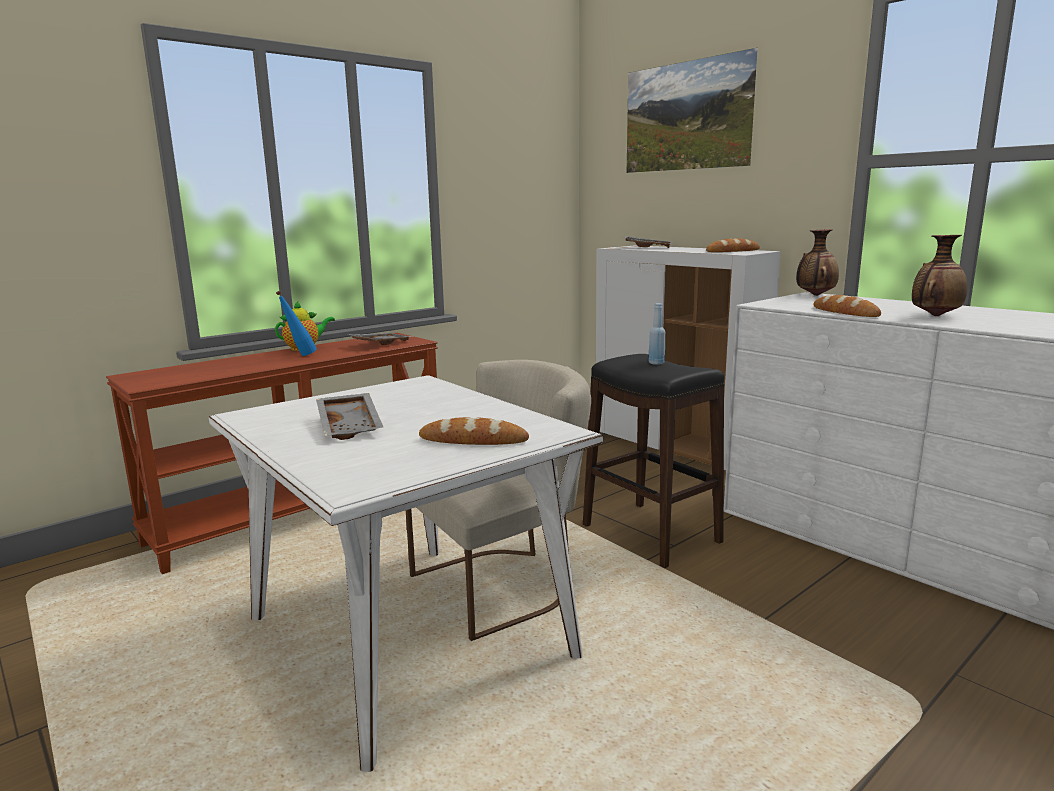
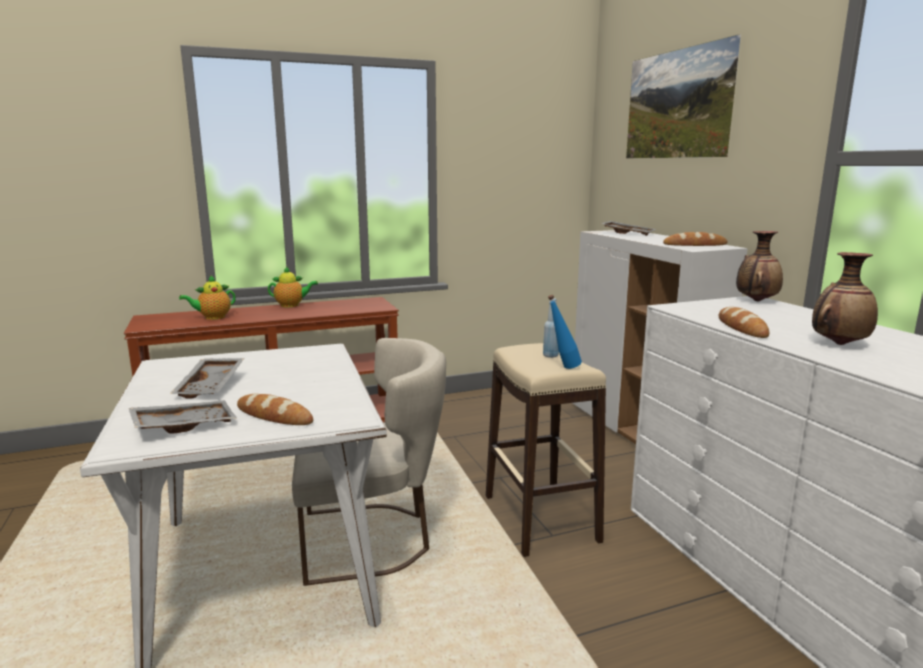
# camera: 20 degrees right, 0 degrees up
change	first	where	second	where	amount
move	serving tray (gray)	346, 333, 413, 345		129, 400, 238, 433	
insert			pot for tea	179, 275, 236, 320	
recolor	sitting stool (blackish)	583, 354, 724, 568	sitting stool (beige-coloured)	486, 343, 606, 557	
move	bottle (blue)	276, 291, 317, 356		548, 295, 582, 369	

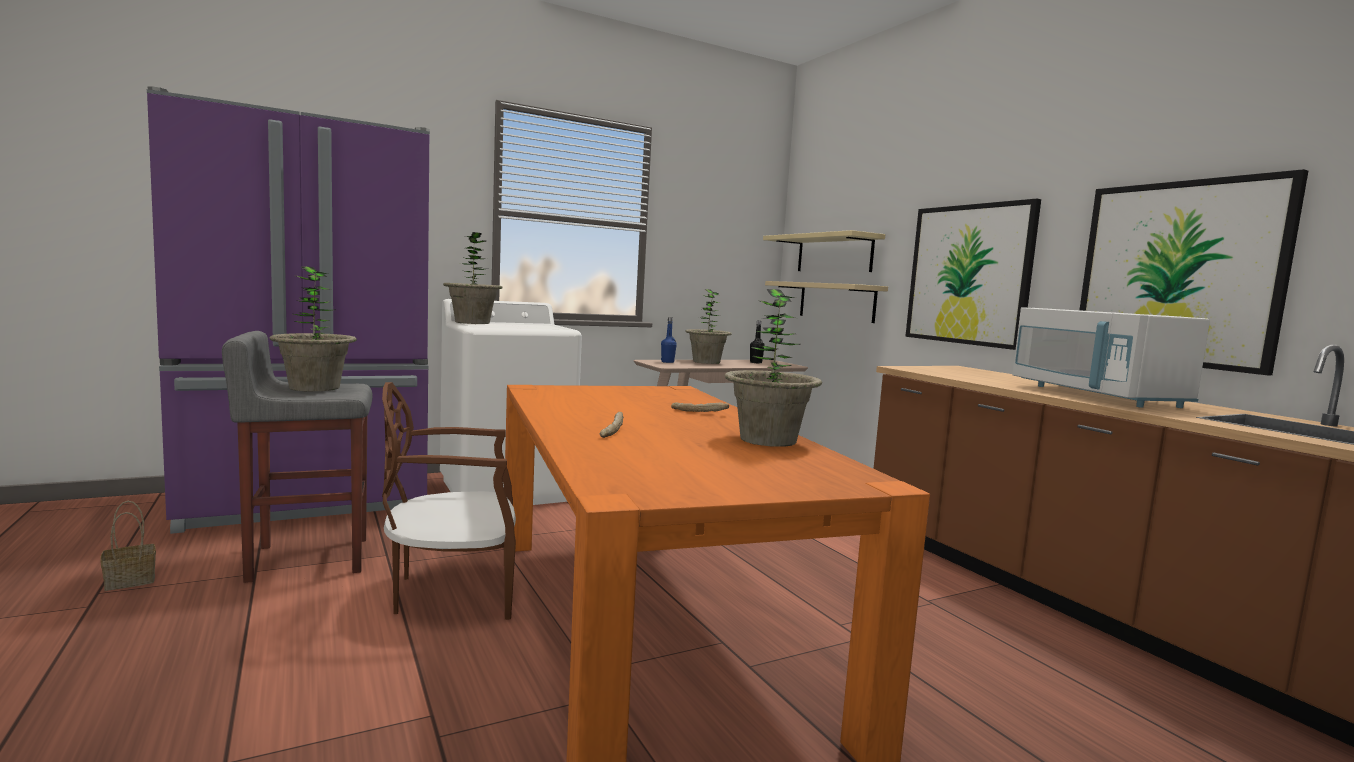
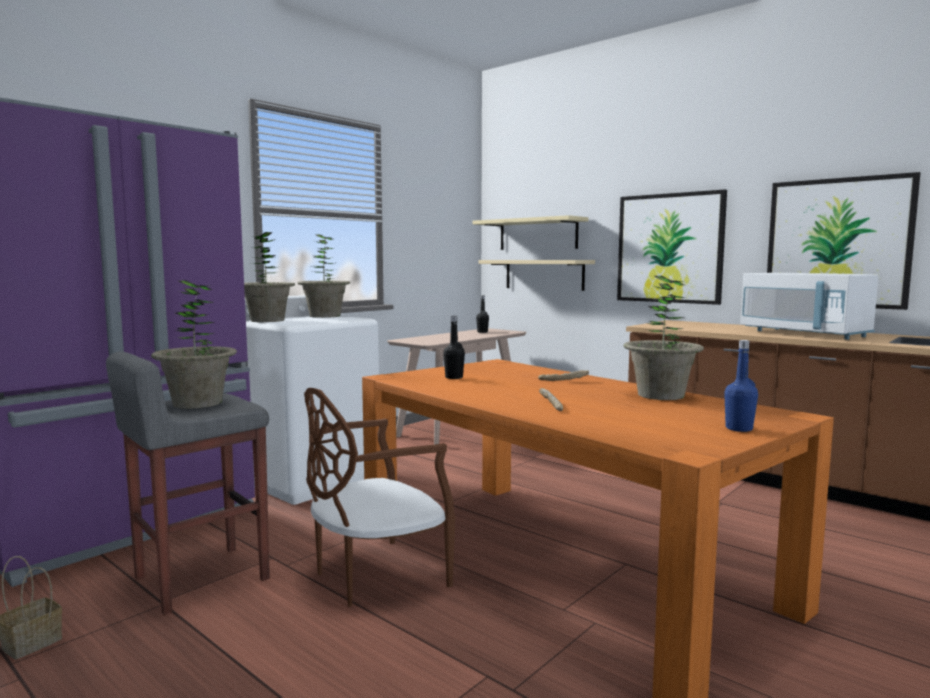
# camera: 20 degrees left, 0 degrees up
change	first	where	second	where	amount
move	plant in a pot	685, 289, 732, 364		297, 235, 350, 318	
insert			bottle (blackish)	443, 316, 465, 379	
move	bottle (blue)	661, 317, 677, 363		724, 340, 758, 432	

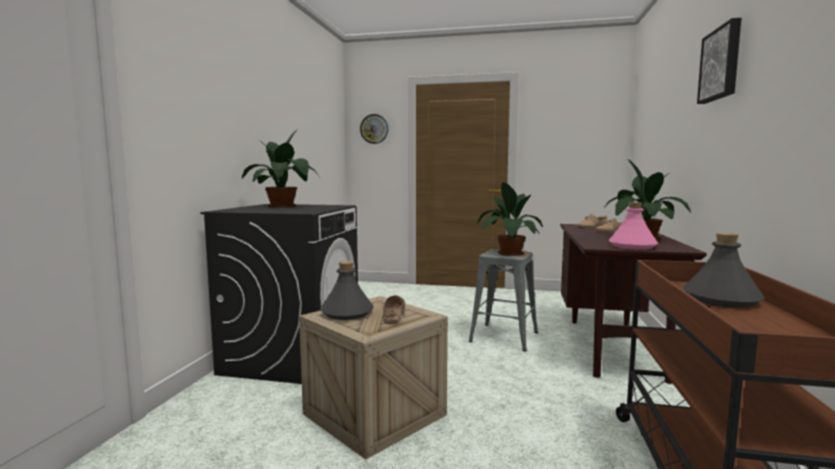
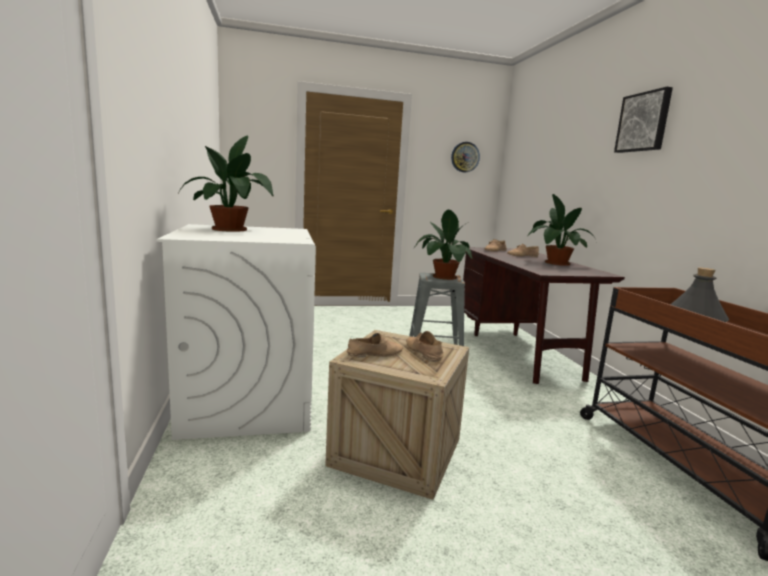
# camera: 25 degrees left, 5 degrees up
change	first	where	second	where	amount
recolor	washing machine (blackish)	200, 204, 358, 384	washing machine (white-coloured)	156, 224, 316, 440	
replace	bottle (gray)	320, 261, 374, 320	low shoe (beige-coloured)	347, 333, 403, 357	
move	wall clock	360, 114, 389, 144		451, 142, 480, 172	
delete	bottle (pinkish)	608, 202, 658, 250			

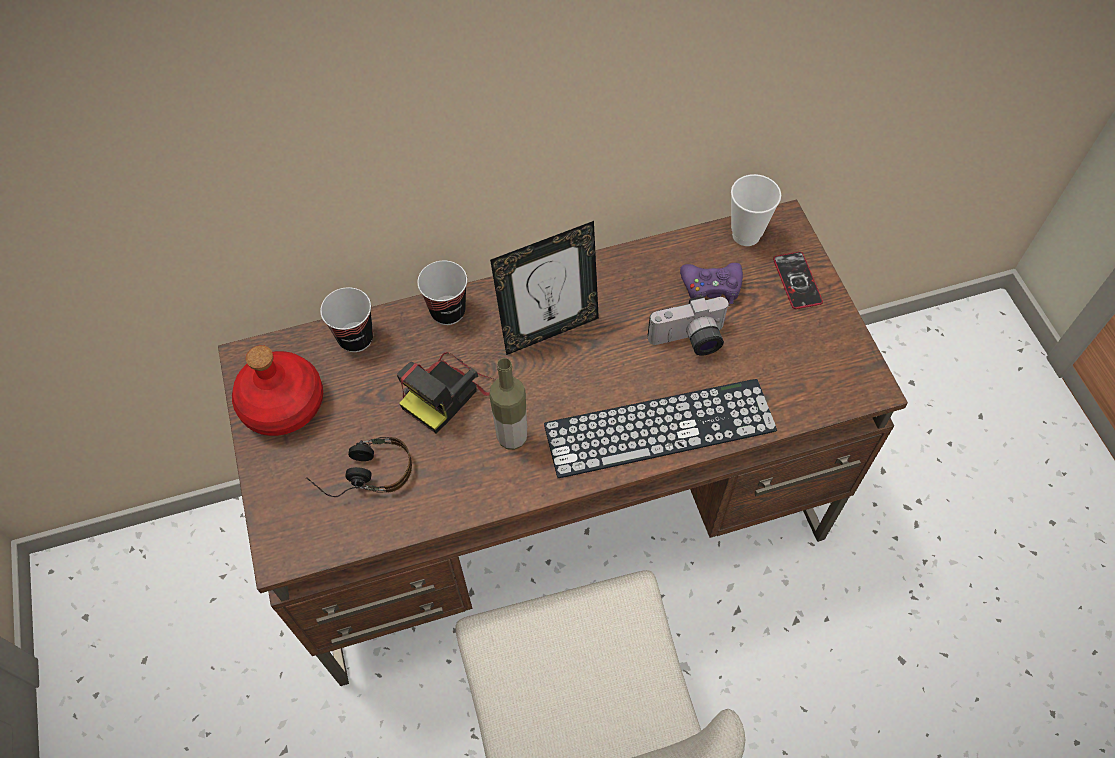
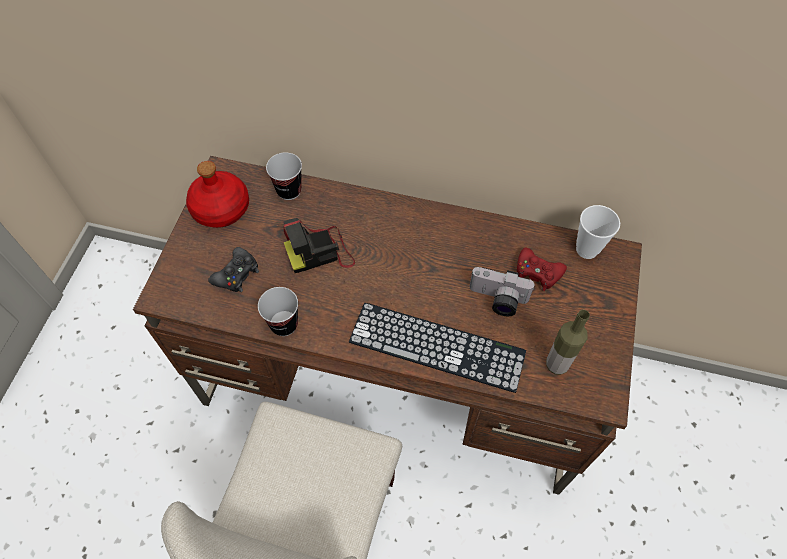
# camera: 30 degrees right, 0 degrees up
change	first	where	second	where	amount
replace	pair of headphones	306, 437, 412, 497	game controller (blackish)	208, 247, 259, 292	
move	small cup	417, 261, 467, 325		258, 287, 298, 336	
recolor	game controller (purplish)	680, 263, 743, 304	game controller (reddish)	517, 247, 567, 291	
move	bottle	489, 358, 527, 450		546, 309, 590, 375	
delete	standing frame	490, 221, 599, 355			
delete	telephone	773, 252, 823, 309			

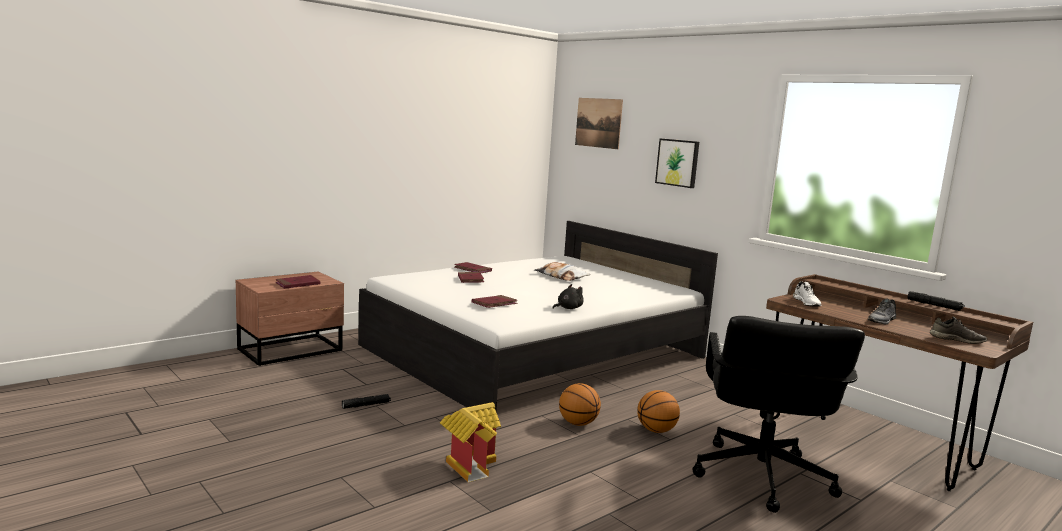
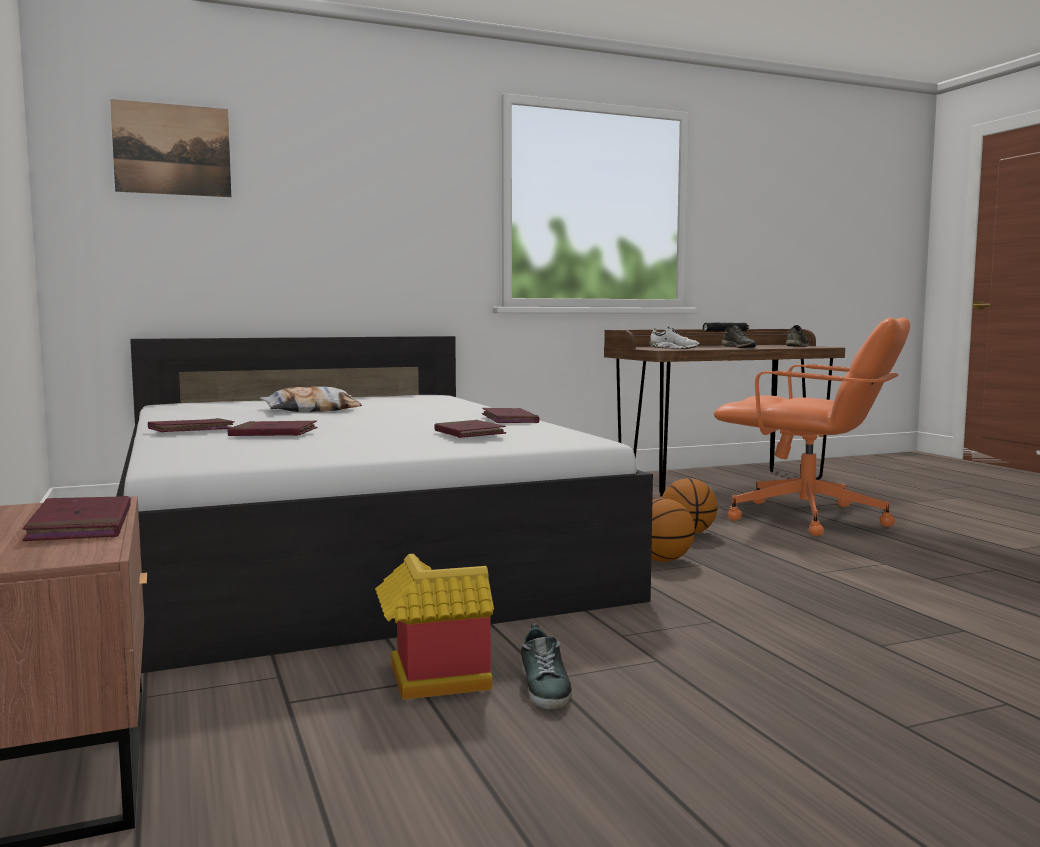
# camera: 70 degrees left, 5 degrees down
change	first	where	second	where	amount
move	model house	440, 402, 501, 482		375, 554, 494, 700	
replace	cuddly toy (blackish)	552, 284, 584, 309	bound book (reddish)	482, 408, 539, 423	
replace	torch (blackish)	342, 394, 391, 409	low shoe	521, 623, 572, 709	
recolor	desk chair (blackish)	693, 316, 865, 513	desk chair (orange)	714, 318, 910, 536	
delete	wall art	655, 138, 699, 188			

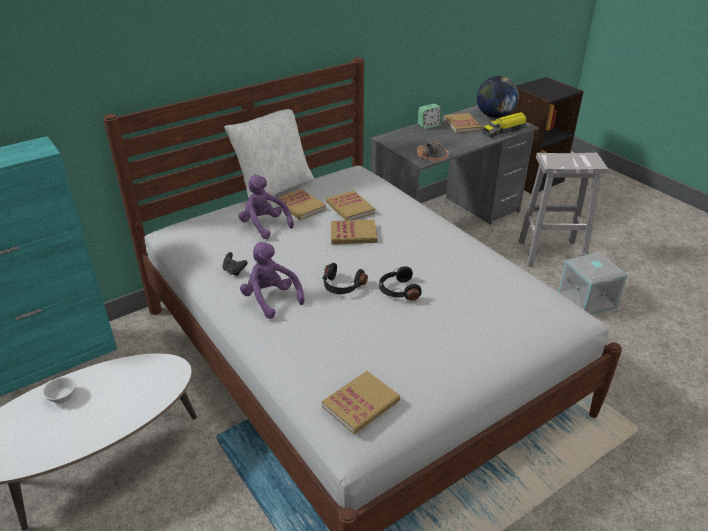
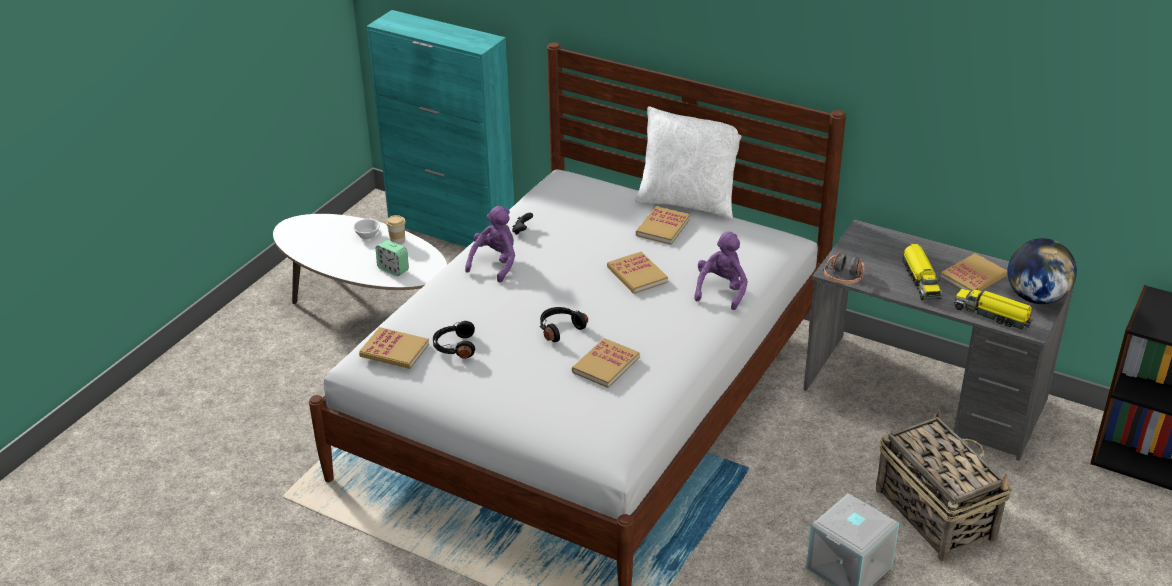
# camera: 65 degrees right, 0 degrees up
change	first	where	second	where	amount
move	alarm clock	418, 104, 442, 129		376, 240, 409, 276	
insert			small cup	386, 215, 406, 245	
move	pair of headphones (blackish)	322, 263, 368, 294		433, 321, 475, 359	
move	bound book	326, 190, 375, 221		572, 338, 640, 388	
move	cuddly toy (purplish)	238, 175, 294, 239		694, 232, 748, 310	
replace	sitting stool (white-coloured)	519, 153, 608, 267	storage basket	876, 410, 1012, 562	
insert			toy truck	902, 244, 942, 300	

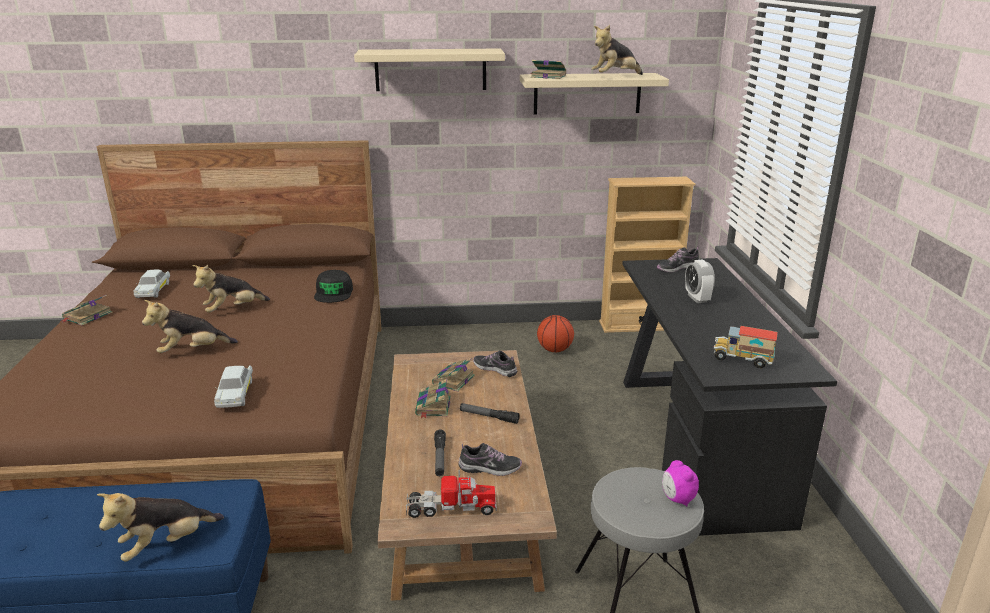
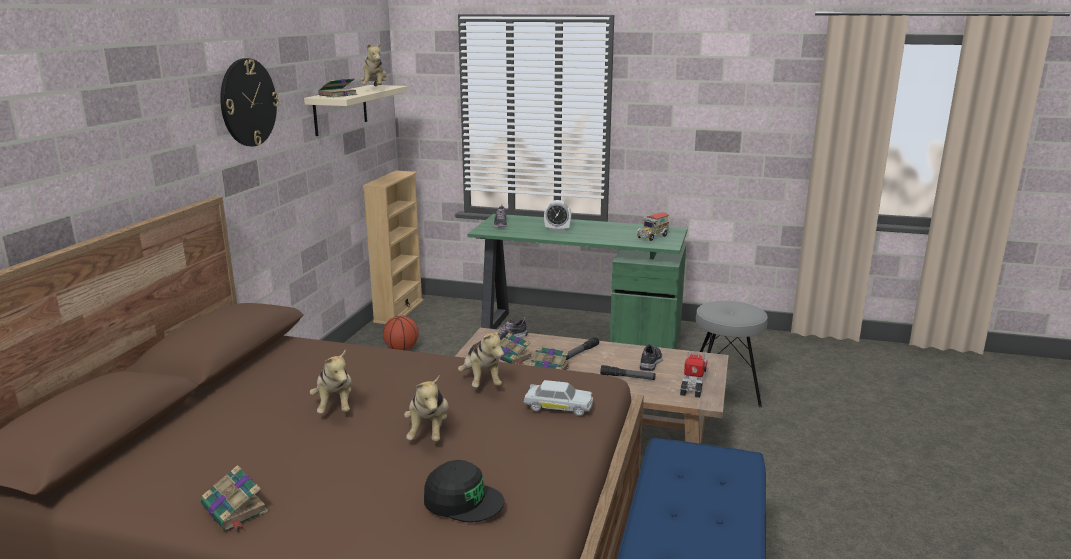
# camera: 70 degrees left, 5 degrees down
change	first	where	second	where	amount
replace	wall shelf (beige-coloured)	354, 49, 505, 91	wall clock	220, 58, 279, 146	
move	baseball cap (blackish)	314, 270, 353, 303		424, 460, 504, 523	
move	cuddly toy	97, 493, 224, 562		458, 326, 504, 388	
recolor	desk unit (blackish)	622, 258, 837, 536	desk unit (greenish)	468, 214, 688, 349	
delete	miniature car (white-coloured)	133, 270, 170, 298			
delete	alarm clock	662, 460, 699, 507			

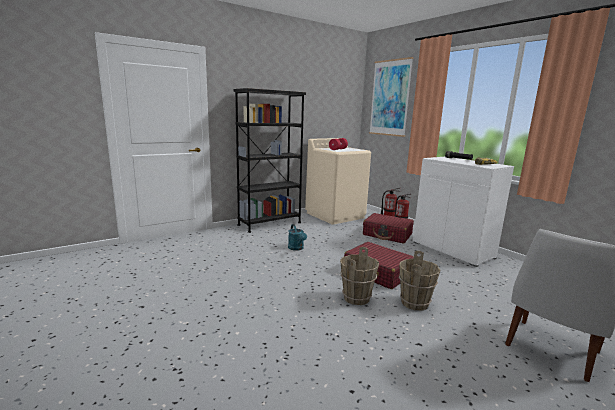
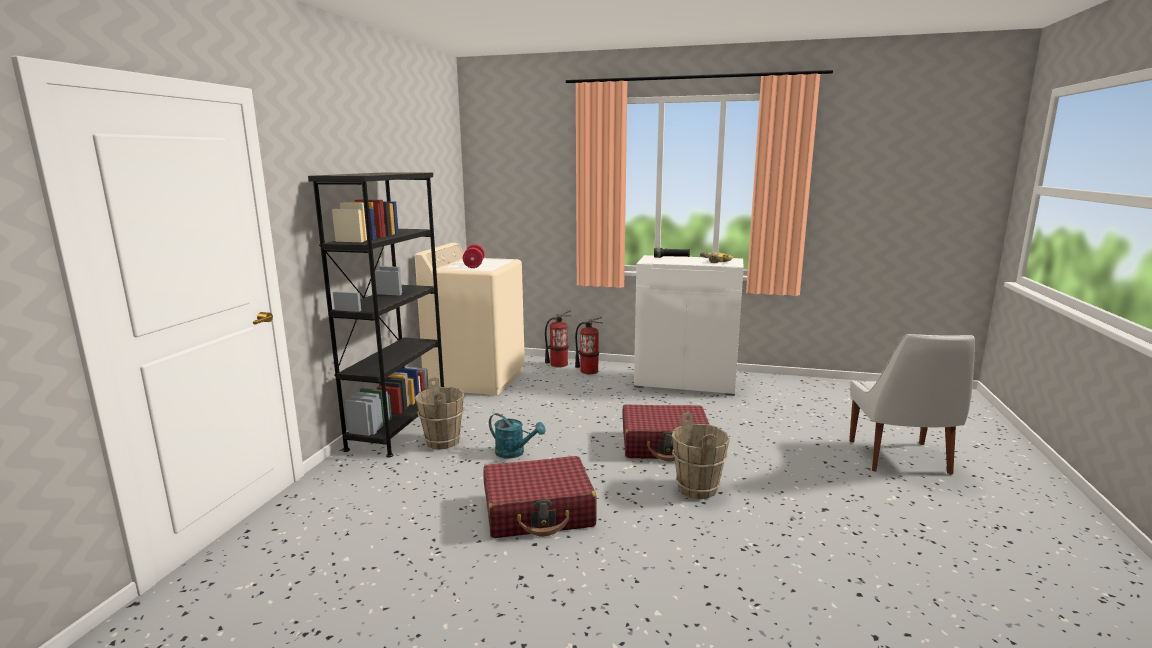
# camera: 40 degrees left, 0 degrees up
change	first	where	second	where	amount
move	bucket (brown)	399, 251, 441, 310		415, 377, 464, 450	
move	travel case (reddish)	363, 213, 414, 244		483, 456, 597, 538	
delete	wall art	369, 57, 413, 137			

